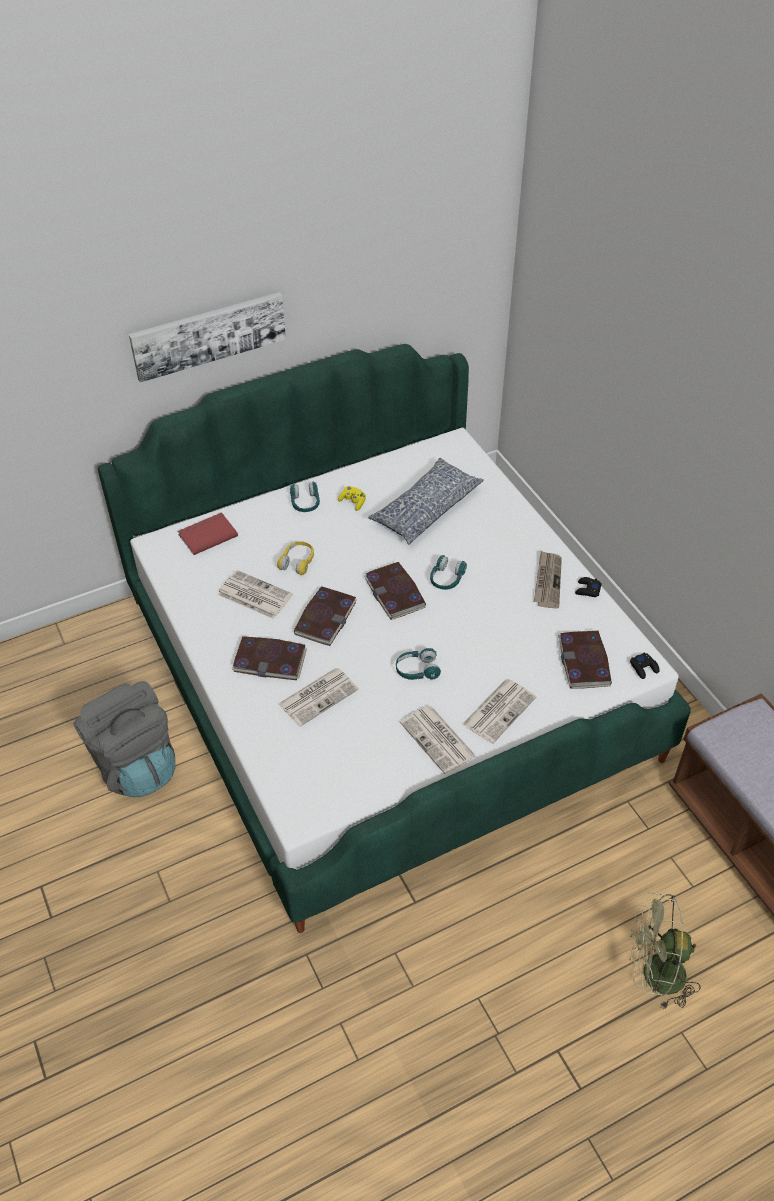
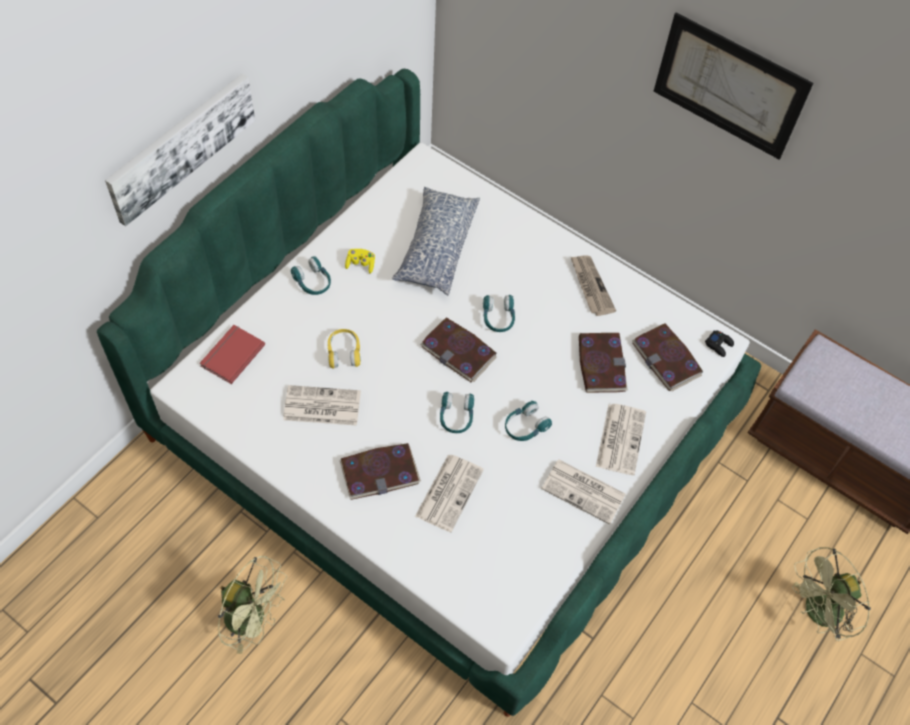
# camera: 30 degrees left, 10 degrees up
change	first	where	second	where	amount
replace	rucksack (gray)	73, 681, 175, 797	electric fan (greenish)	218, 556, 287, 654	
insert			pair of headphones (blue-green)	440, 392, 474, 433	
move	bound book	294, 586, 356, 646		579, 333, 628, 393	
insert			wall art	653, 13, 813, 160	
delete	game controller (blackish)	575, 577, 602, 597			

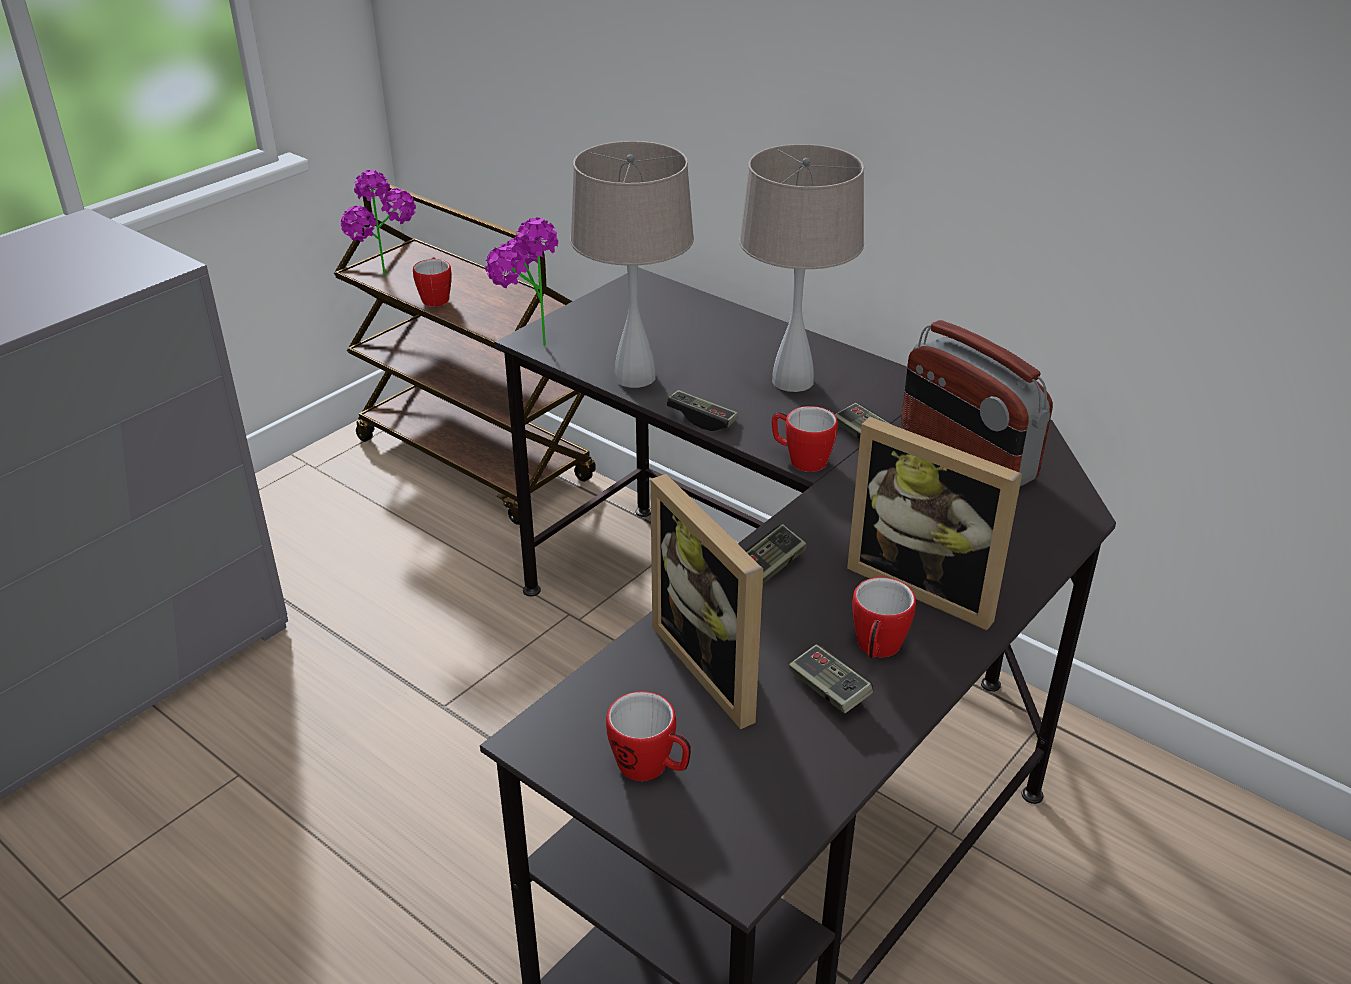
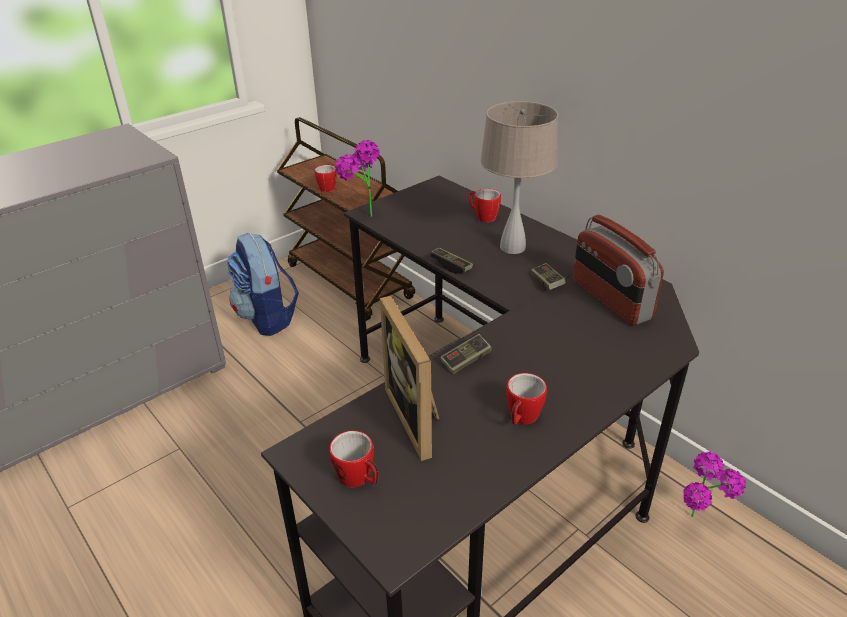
# camera: 10 degrees right, 0 degrees up
change	first	where	second	where	amount
insert			rucksack	227, 233, 299, 336	
move	mug	772, 406, 838, 472		469, 189, 501, 222	
move	plant in a pot	341, 170, 416, 276		683, 452, 746, 517	
delete	lamp for a table (beige-coloured)	570, 141, 694, 388			
delete	game controller	789, 644, 874, 713			
delete	standing frame	847, 417, 1022, 631			

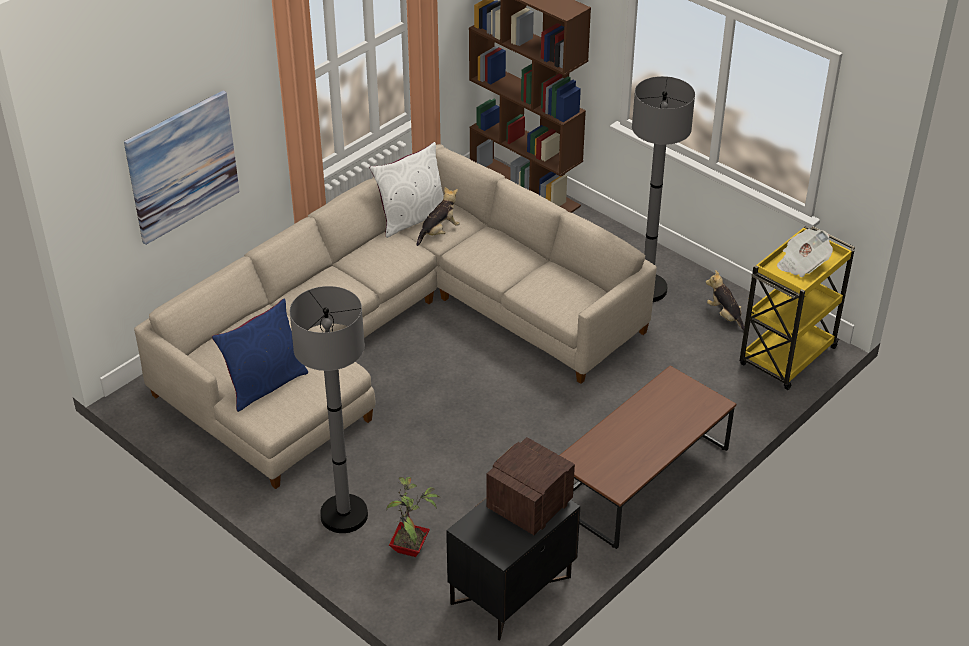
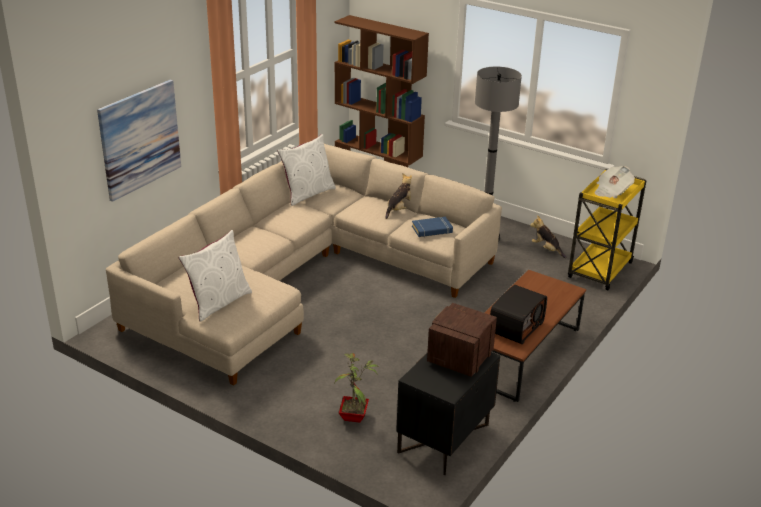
# camera: 10 degrees left, 10 degrees down
change	first	where	second	where	amount
recolor	pillow (blue)	212, 299, 308, 412	pillow (white-coloured)	179, 230, 252, 322	
move	cuddly toy	417, 187, 460, 246		386, 174, 412, 219	
insert			bound book (blue)	412, 217, 453, 237	
insert			radio set	490, 285, 547, 344	
delete	floor lamp (gray)	290, 286, 368, 533			

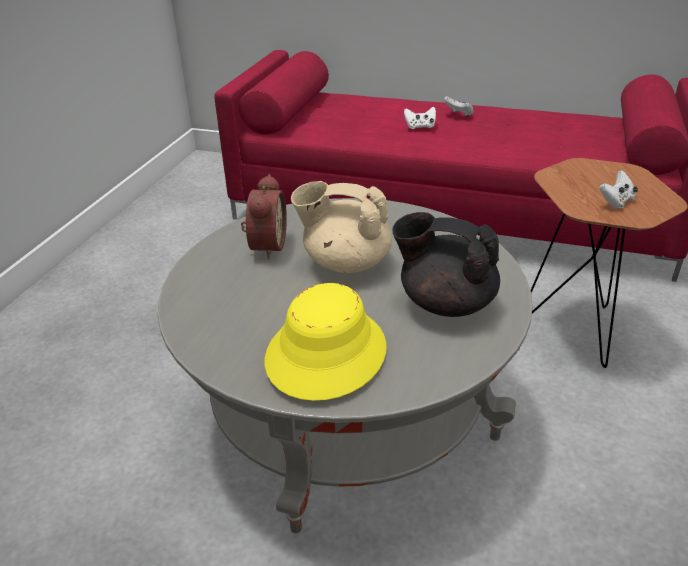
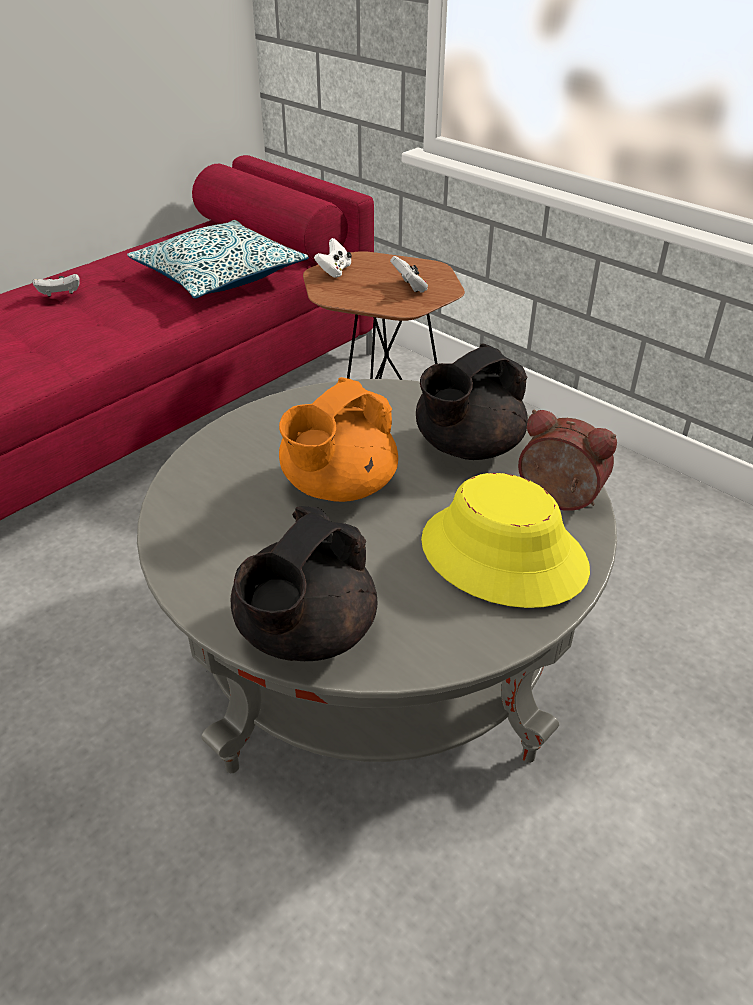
# camera: 65 degrees left, 5 degrees up
change	first	where	second	where	amount
insert			pillow	127, 220, 309, 299	
insert			pot for tea (blackish)	231, 506, 378, 661	
recolor	pot for tea (beige-coloured)	291, 181, 392, 273	pot for tea (orange)	279, 377, 398, 502	
move	game controller (white-coloured)	404, 107, 436, 129		314, 238, 352, 278	
move	alarm clock	241, 174, 287, 260		518, 409, 617, 511	

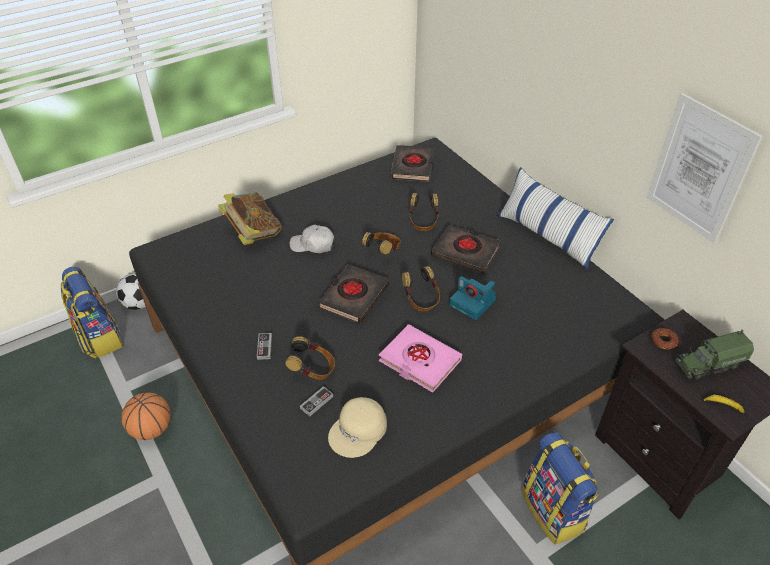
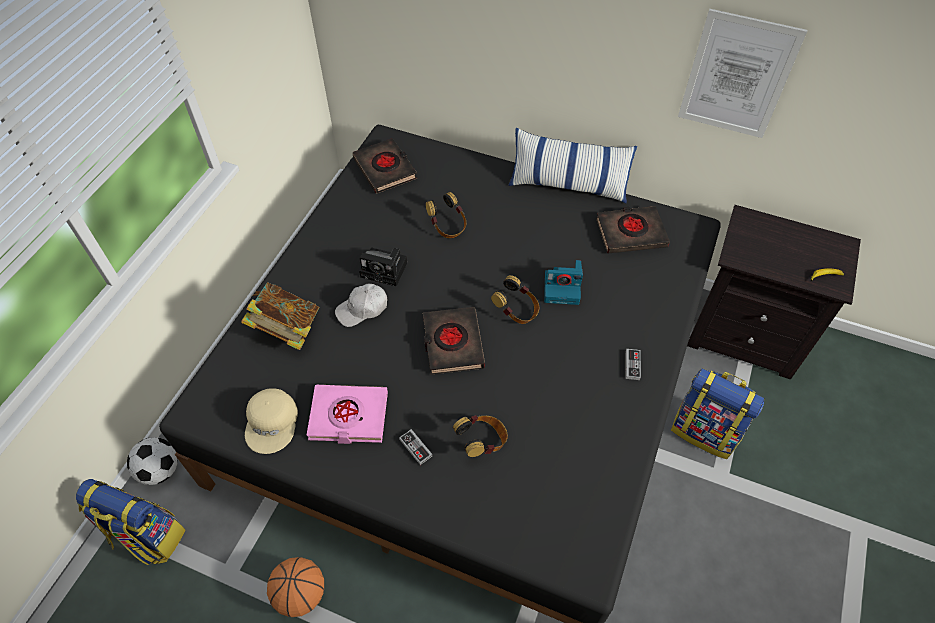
# camera: 35 degrees left, 10 degrees up
change	first	where	second	where	amount
move	baseball cap (beige-coloured)	328, 397, 387, 458		245, 388, 298, 454	
move	bound book (pinkish)	379, 324, 462, 393		307, 385, 388, 444	
insert			still camera	359, 248, 407, 286	
move	bound book (blackish)	431, 225, 501, 273		596, 206, 670, 253	
move	game controller	300, 386, 333, 416		626, 349, 641, 380	
delete	pair of headphones	362, 232, 401, 255			
delete	doughnut	651, 328, 679, 349			
delete	toy truck	675, 330, 754, 380			

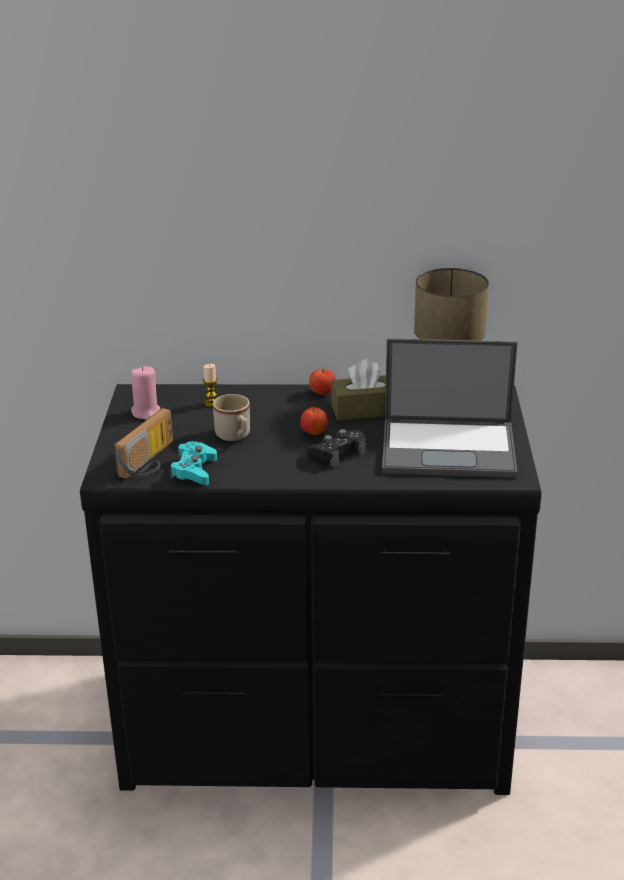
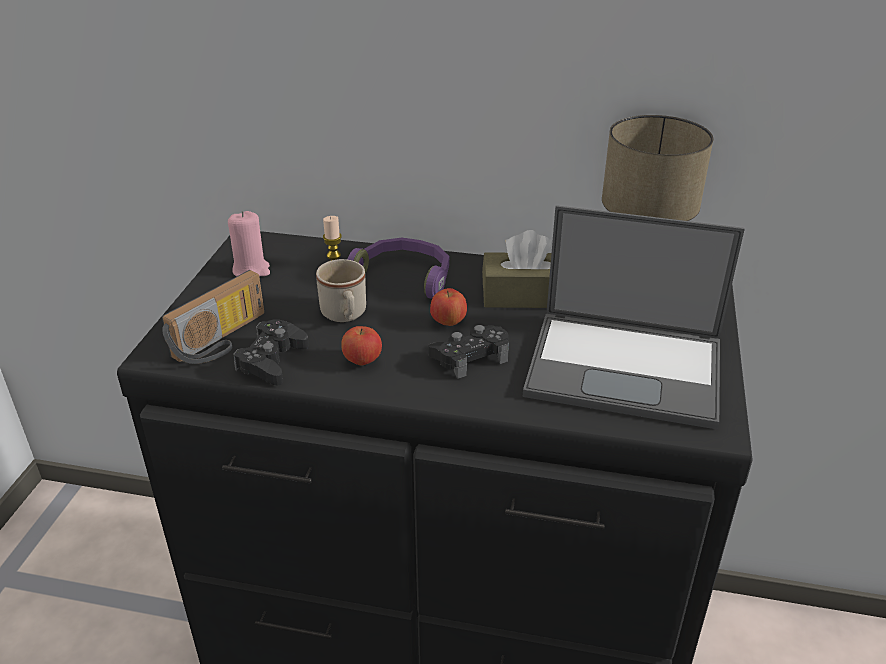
# camera: 10 degrees right, 5 degrees up
change	first	where	second	where	amount
recolor	game controller (blue-green)	170, 441, 217, 485	game controller (blackish)	233, 319, 309, 385	
move	apple	309, 369, 336, 395		341, 326, 382, 366	
insert			pair of headphones (purplish)	347, 238, 449, 298	

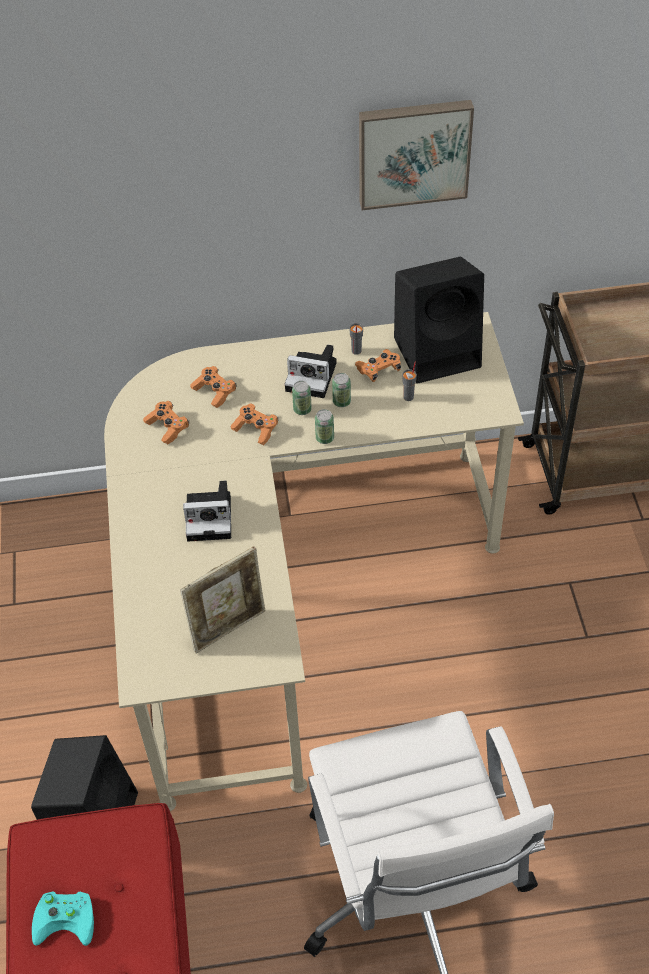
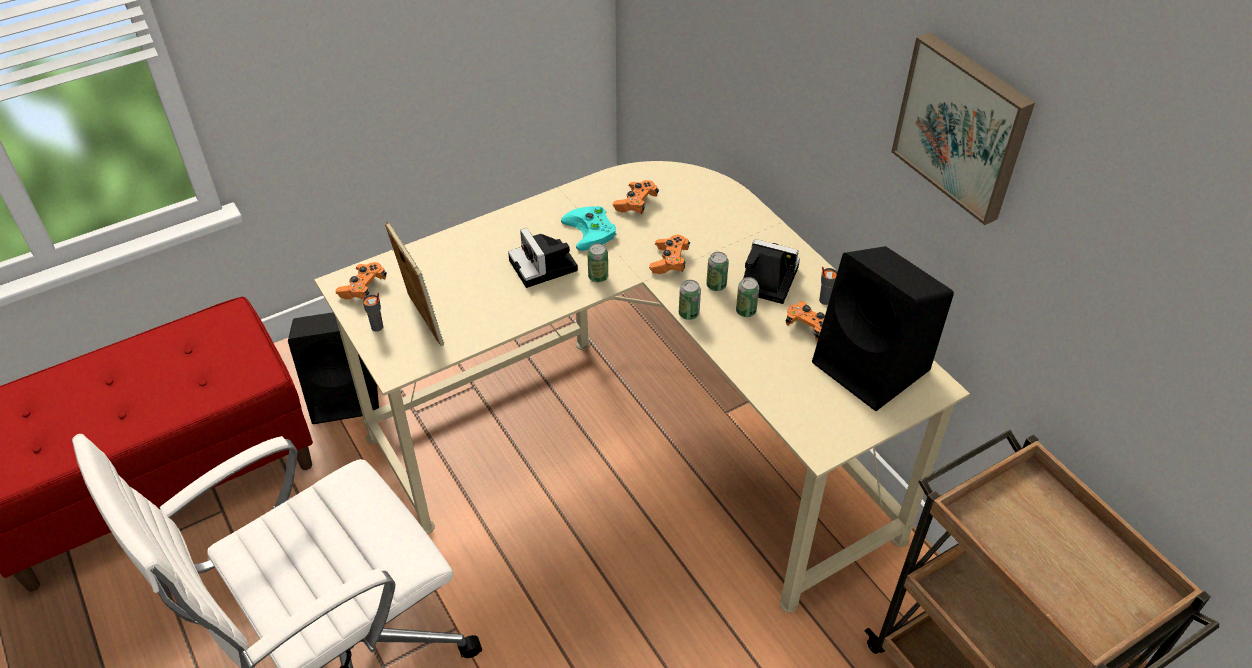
# camera: 65 degrees right, 5 degrees down
change	first	where	second	where	amount
move	game controller (orange)	190, 366, 237, 408		335, 262, 387, 300	
move	small cup (gray)	402, 362, 417, 401		362, 293, 383, 332	
rotate	standing frame	180, 547, 266, 653		385, 222, 444, 346	150 degrees counterclockwise
move	game controller (blue-green)	32, 892, 94, 946		561, 206, 616, 251	
insert			can	587, 243, 608, 282	
rotate	still camera	285, 345, 337, 398		744, 239, 800, 304	120 degrees clockwise

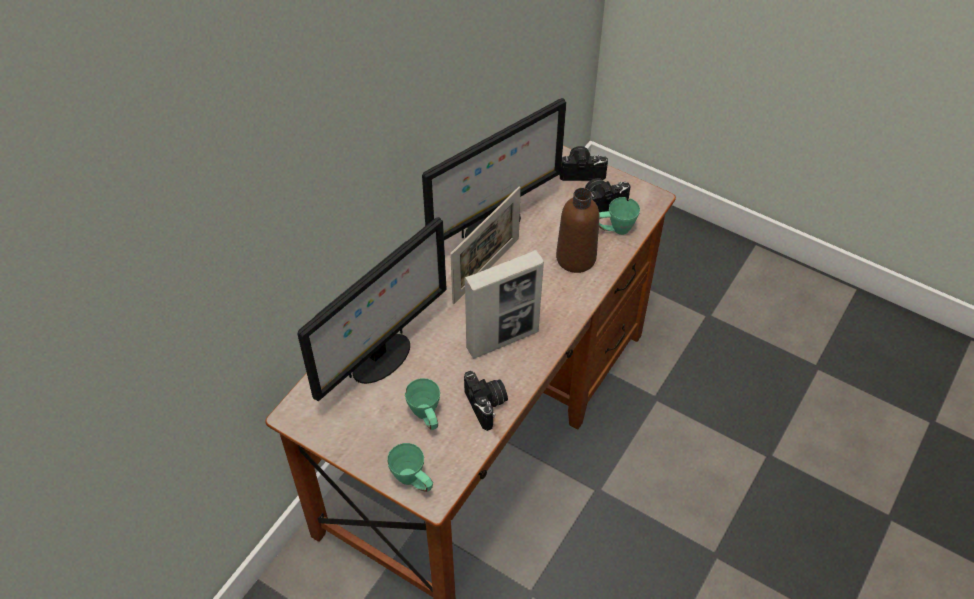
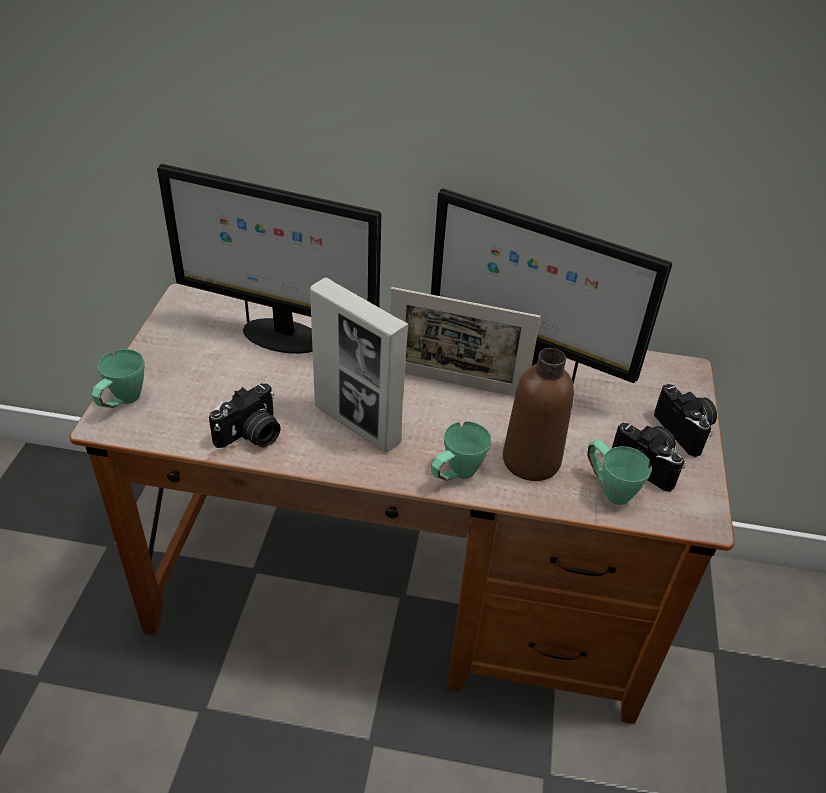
# camera: 65 degrees right, 10 degrees down
change	first	where	second	where	amount
move	mug (greenish)	405, 378, 440, 430		431, 421, 491, 481	

